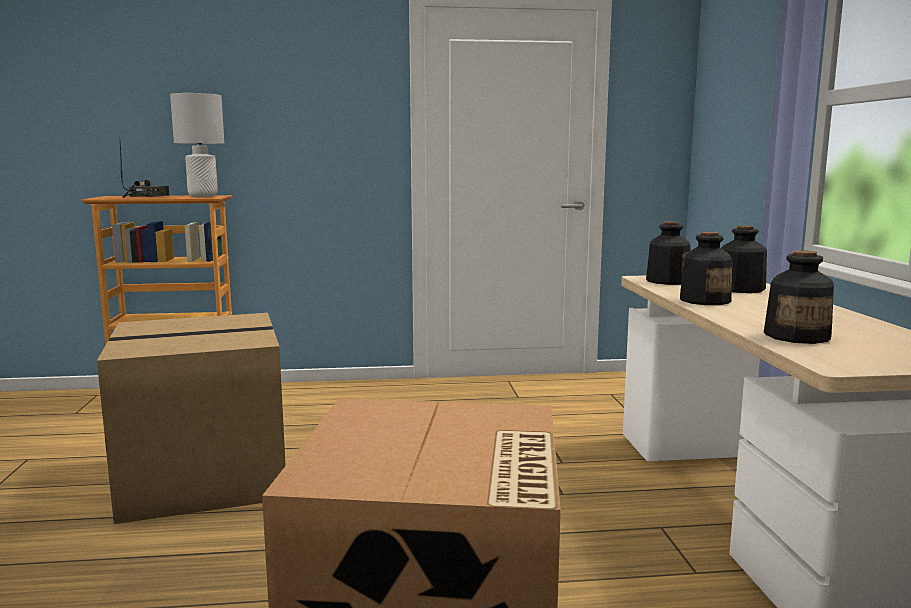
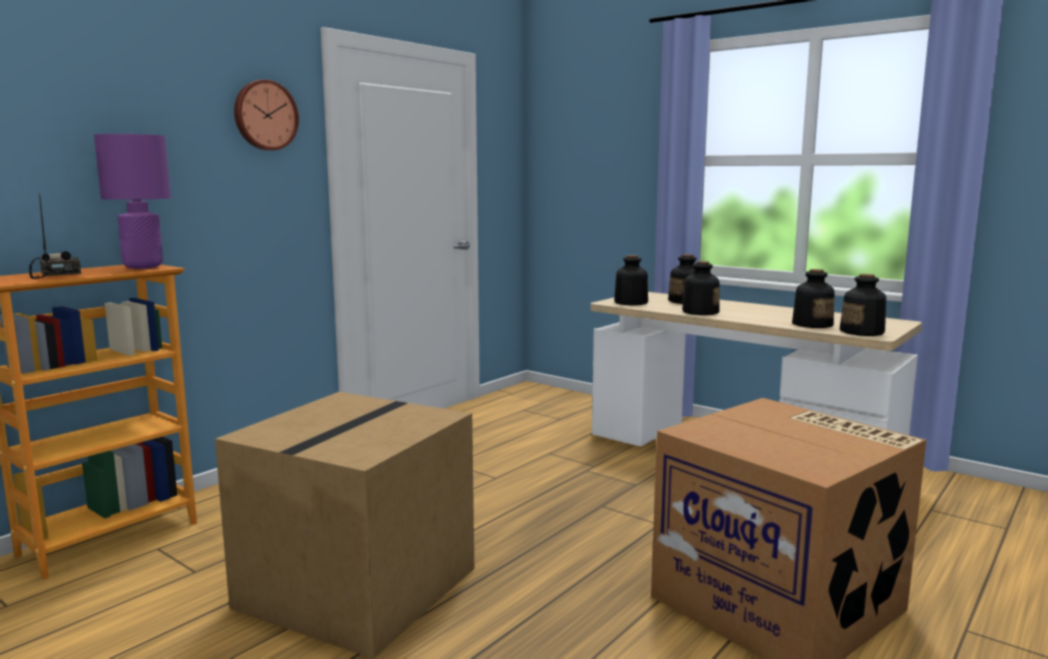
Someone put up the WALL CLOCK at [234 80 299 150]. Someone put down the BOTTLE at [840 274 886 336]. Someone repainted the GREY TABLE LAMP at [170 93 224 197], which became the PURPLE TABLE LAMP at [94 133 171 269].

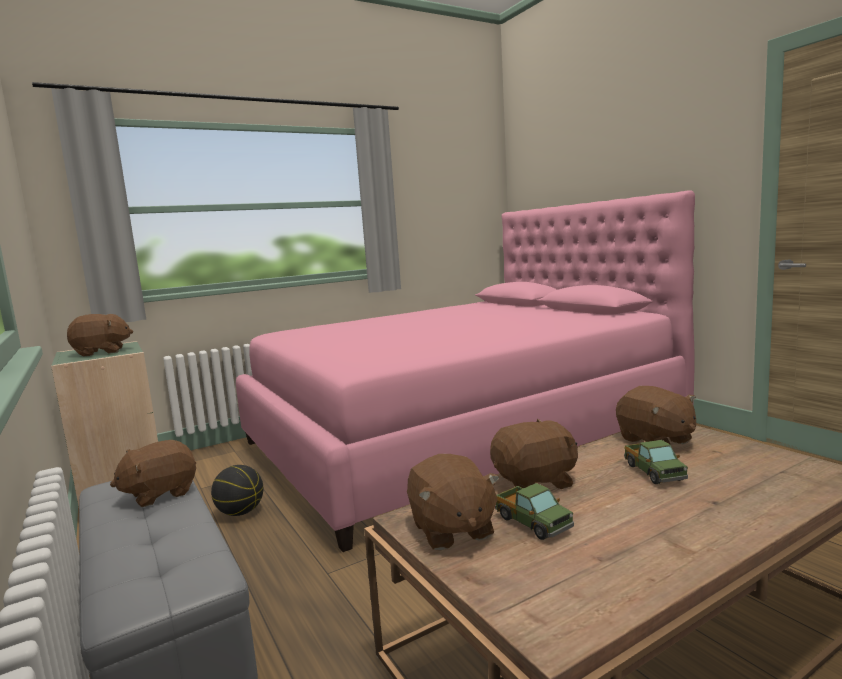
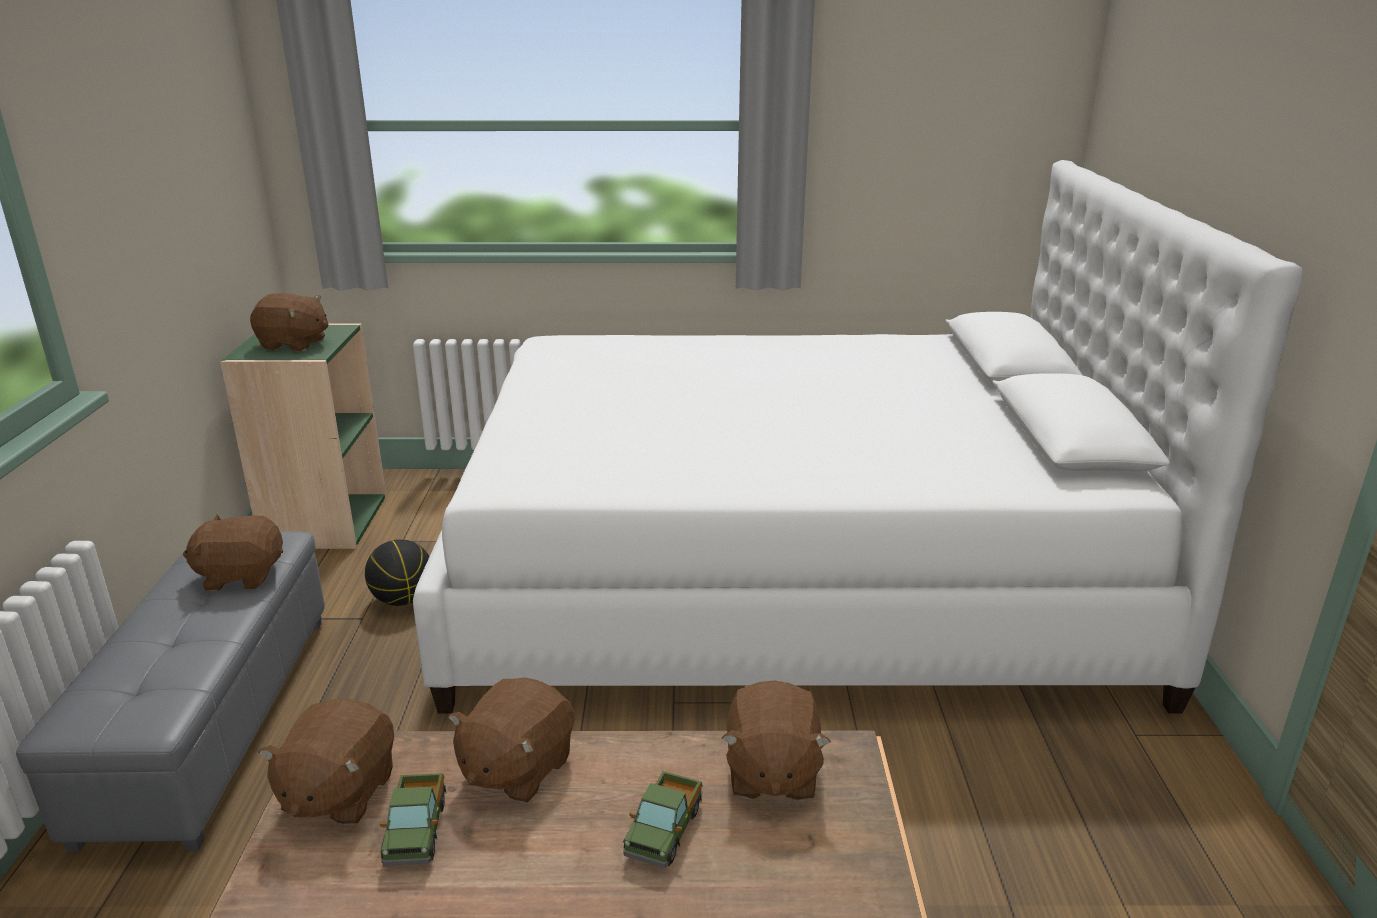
Someone repainted the PINK BED at [236 190 695 552], which became the WHITE BED at [413 160 1303 714]. Someone rotated the BROWN PLUSH TOY at [490 418 578 489] by 105 degrees clockwise.

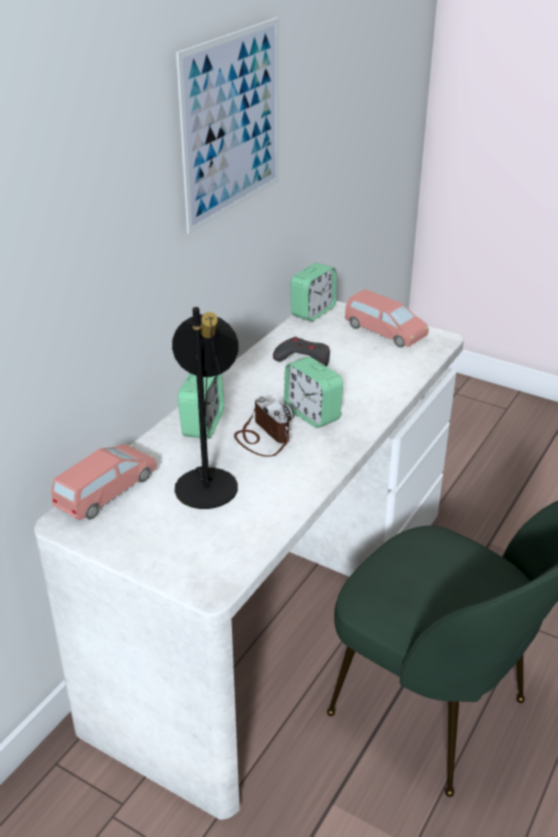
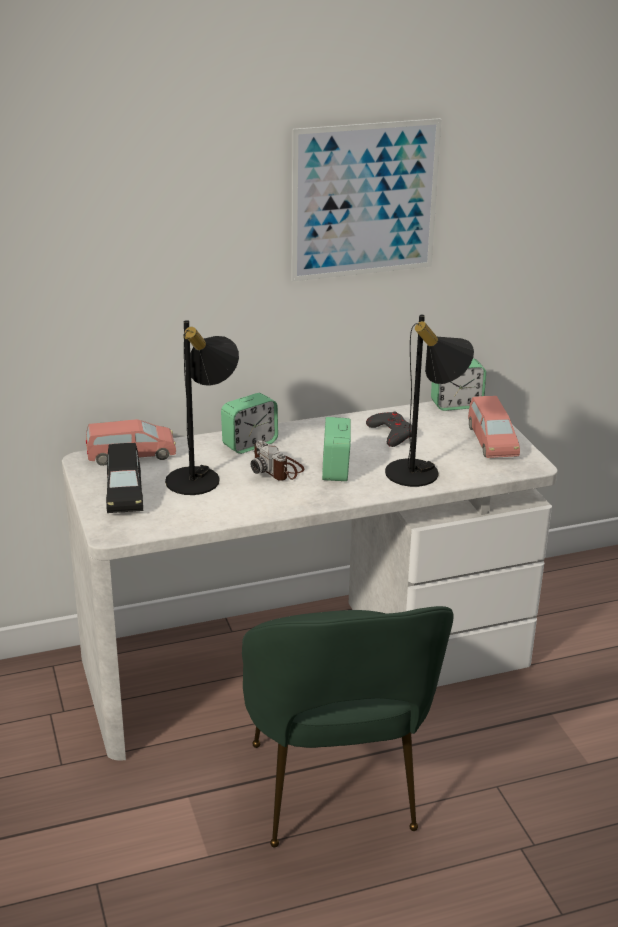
Someone put down the BLACK TOY CAR at [106 443 143 513]. Someone put down the BLACK TABLE LAMP at [385 315 474 487]. Someone rotated the PHOTO CAMERA at [234 396 294 457] by 135 degrees clockwise.

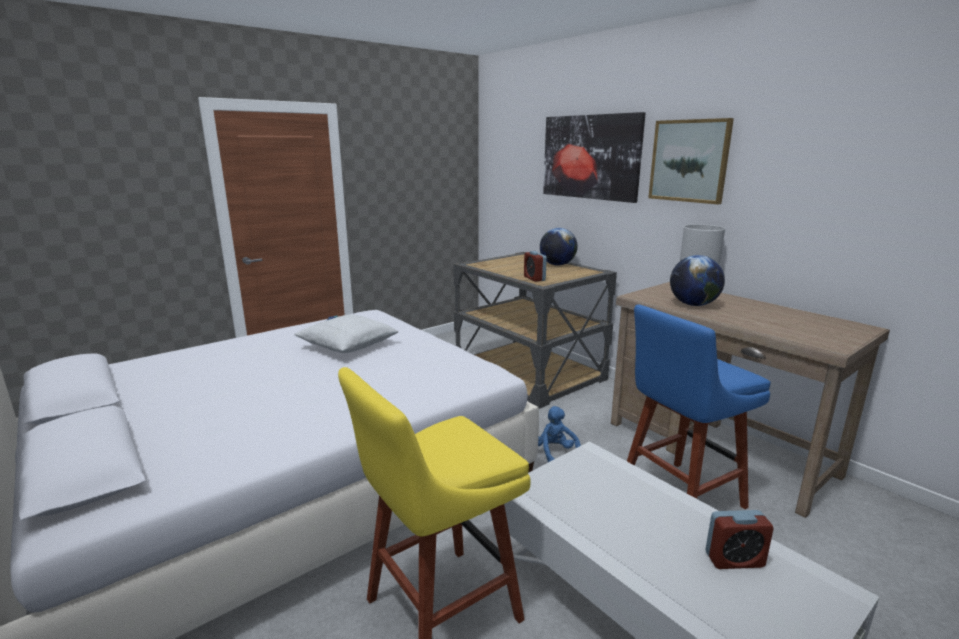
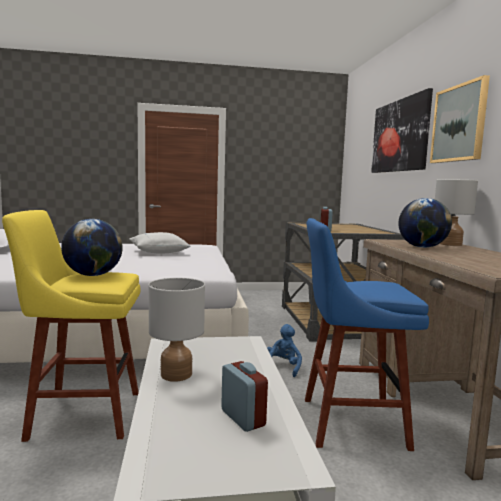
Someone put down the GREY TABLE LAMP at [149 278 205 382]. Someone carried the GLOBE from [540 228 578 266] to [61 219 123 276]. Someone rotated the ALARM CLOCK at [705 510 774 569] by 150 degrees counterclockwise.

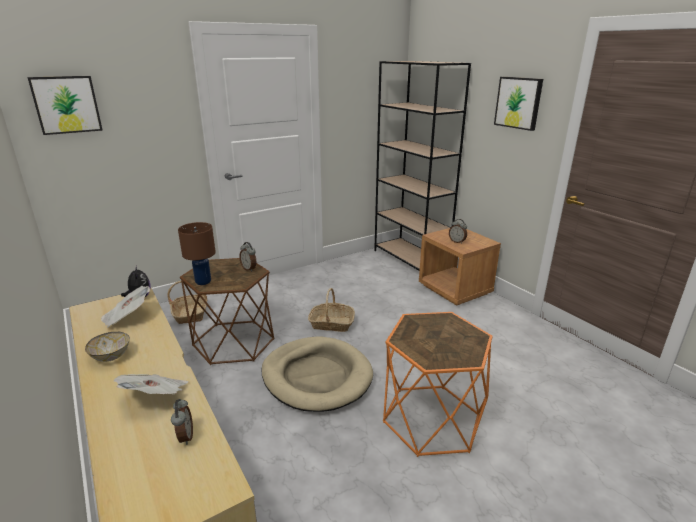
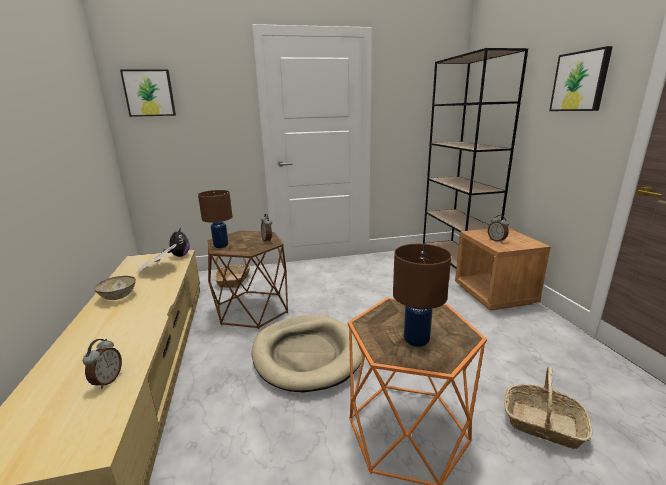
Someone took away the NEWSPAPER at [113 374 188 394]. Someone put down the BROWN TABLE LAMP at [393 244 451 347]. Someone carried the BASKET from [308 288 355 332] to [504 367 593 449].

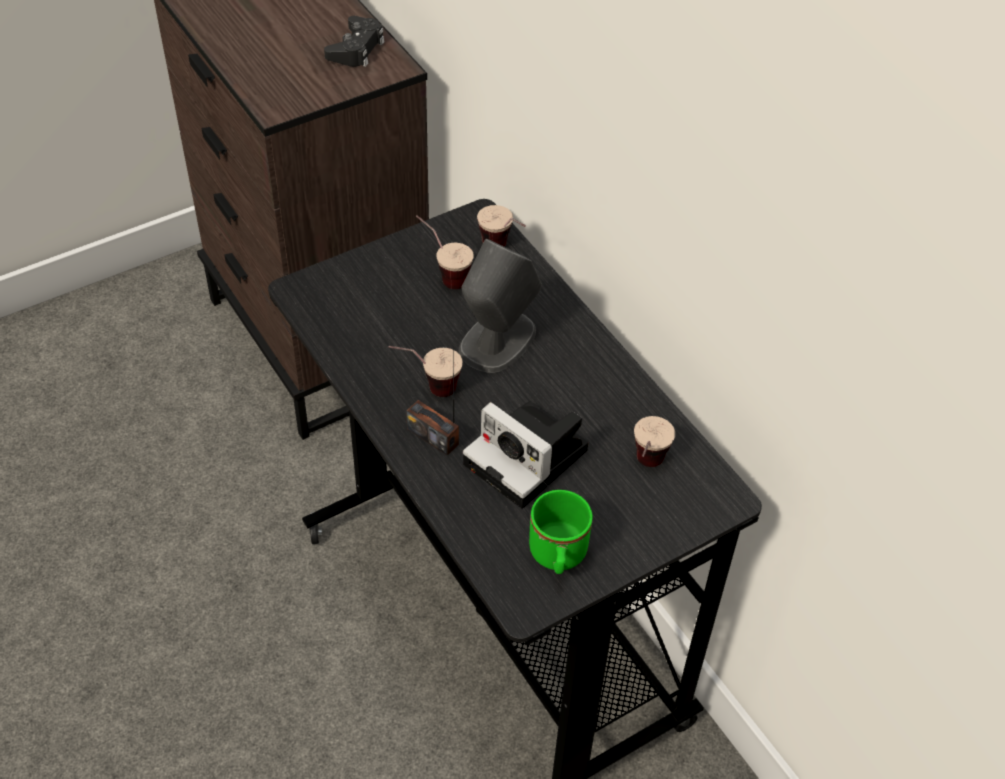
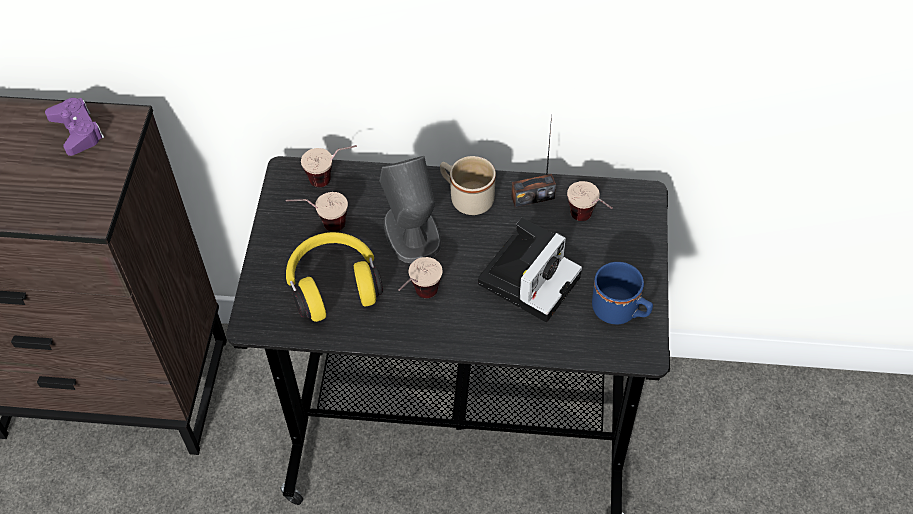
Someone put down the YELLOW HEADPHONES at [286 232 383 322]. Someone put down the BEIGE MUG at [440 156 496 215]. Someone carried the RADIO from [406 346 459 456] to [511 115 556 207]. Someone repainted the BLACK GAME CONTROLLER at [324 16 385 67], which became the PURPLE GAME CONTROLLER at [45 98 104 156]. Someone repainted the GREEN MUG at [529 490 593 574], which became the BLUE MUG at [592 262 653 325]. Someone rotated the PHOTO CAMERA at [463 401 589 508] by 45 degrees counterclockwise.

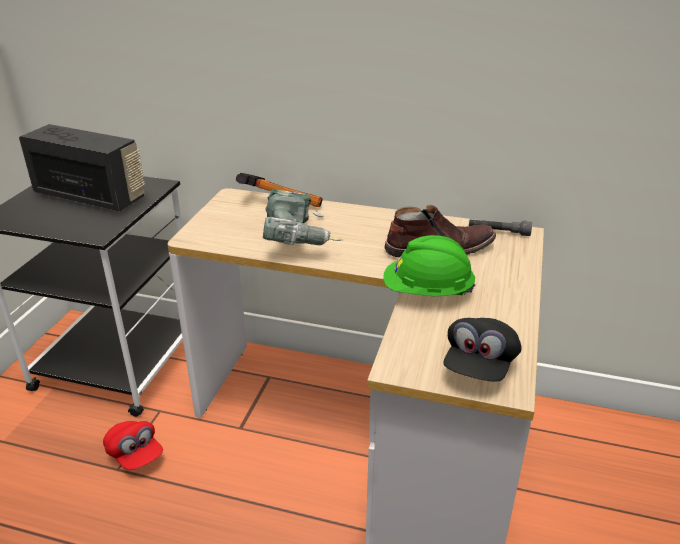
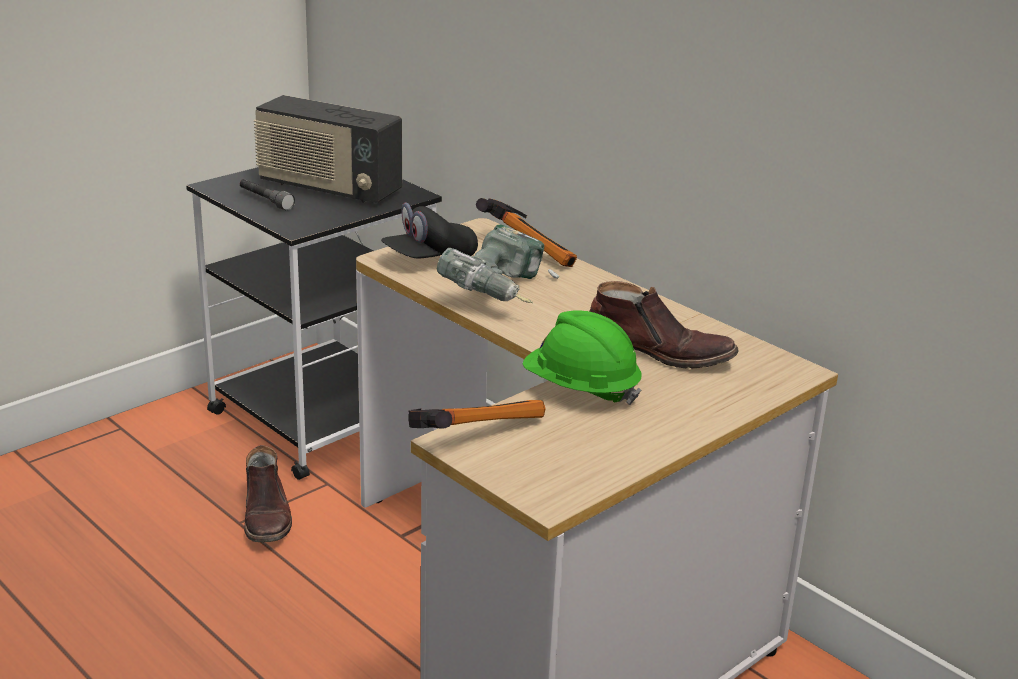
Someone put down the HAMMER at [408 400 546 429]. Someone carried the BLACK CAP from [443 318 522 382] to [381 203 478 259]. Someone carried the GREY FLASHLIGHT from [469 219 532 236] to [240 179 295 211]. Someone swapped the RED CAP at [103 421 163 470] for the BROWN BOOT at [244 445 292 542]. Someone rotated the RADIO at [19 124 145 212] by 150 degrees clockwise.

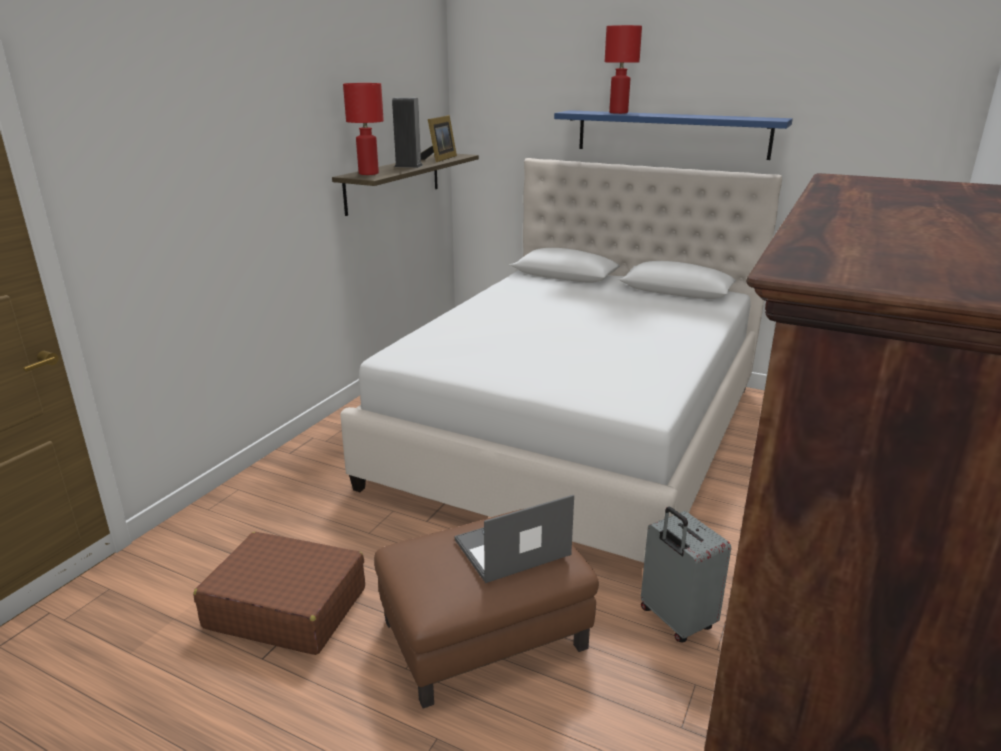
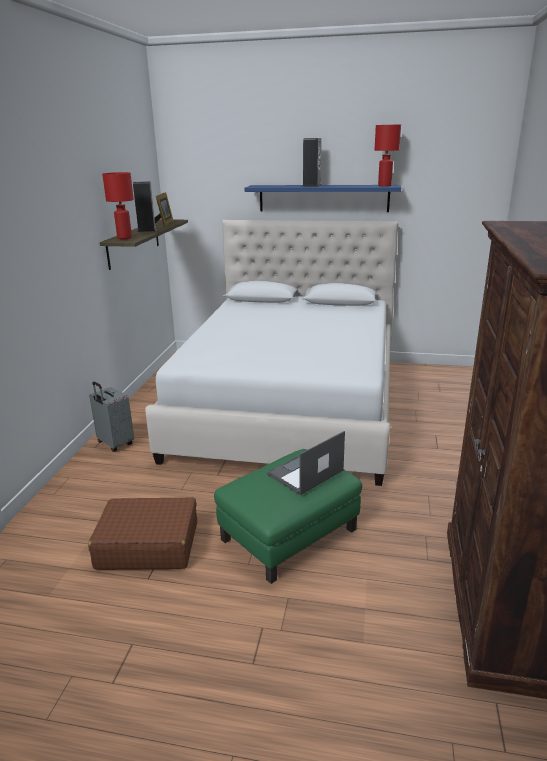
Someone put down the SPEAKER at [302 138 322 187]. Someone carried the RED TABLE LAMP from [605 25 642 114] to [375 125 401 187]. Someone carried the GREY SUITCASE from [641 507 731 642] to [89 382 134 452]. Someone repainted the BROWN OTTOMAN at [374 508 599 709], which became the GREEN OTTOMAN at [214 449 362 584].

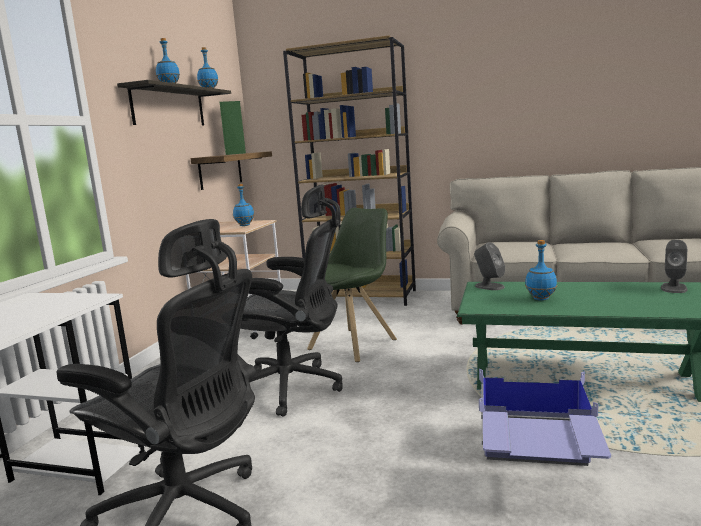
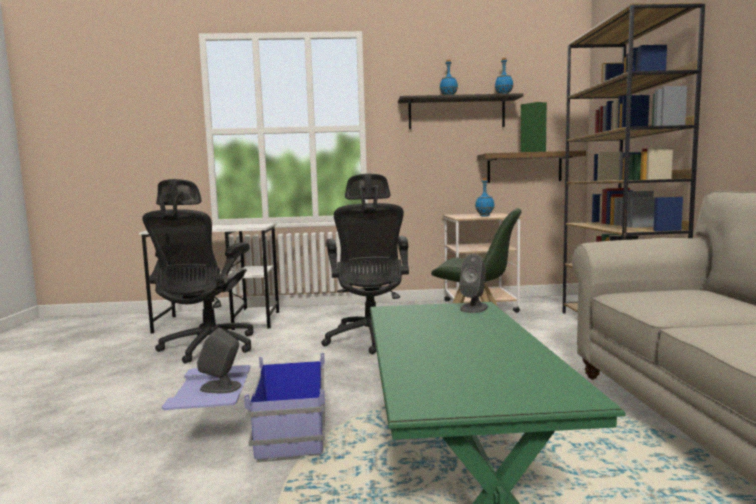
Someone took away the BLUE BOTTLE at [525 240 557 301]. Someone carried the GREY SPEAKER from [661 240 687 293] to [197 328 242 393].

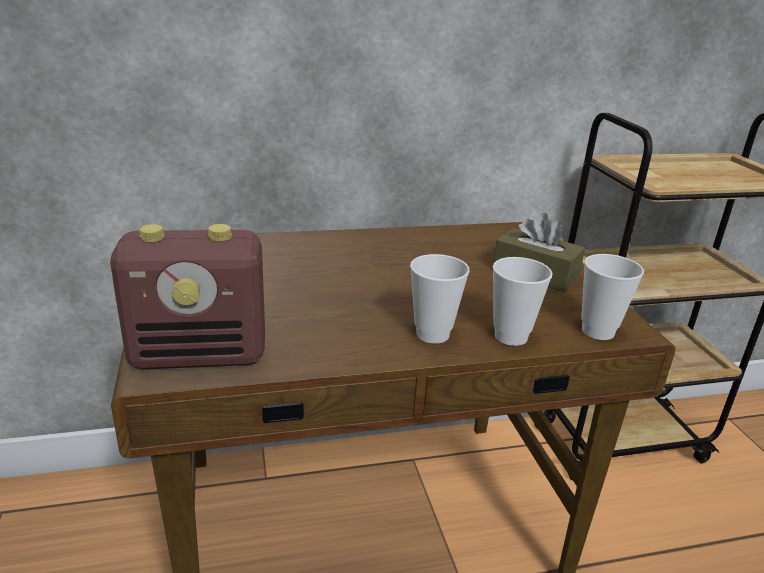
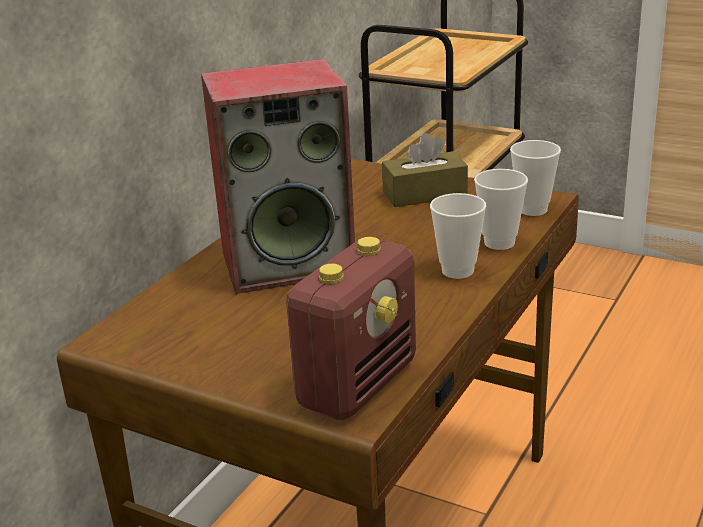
Someone put down the SPEAKER at [201 59 355 294].

